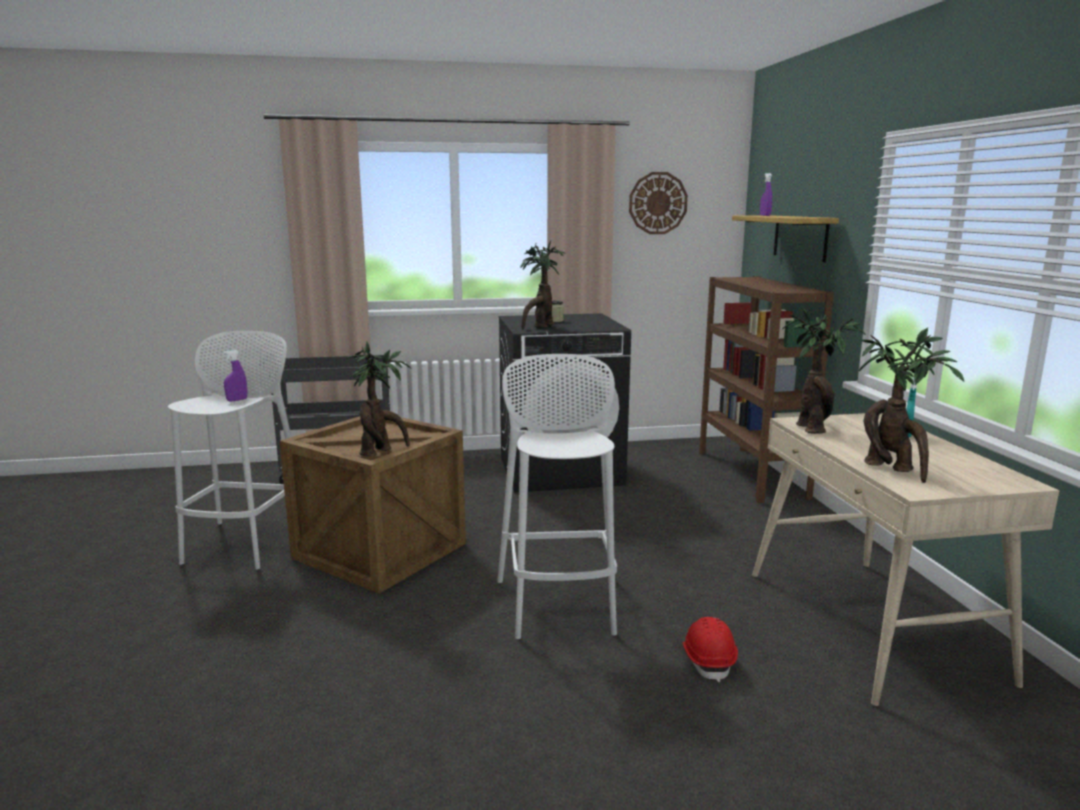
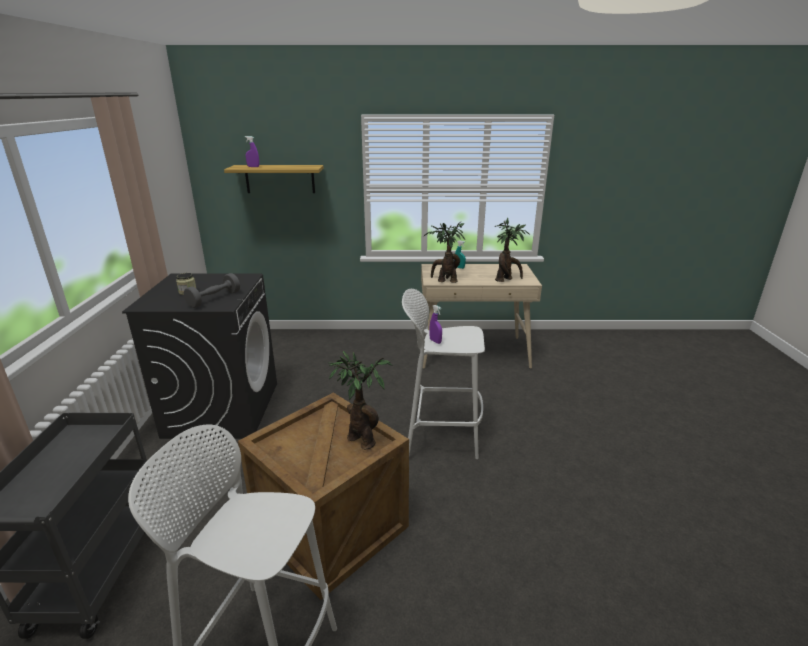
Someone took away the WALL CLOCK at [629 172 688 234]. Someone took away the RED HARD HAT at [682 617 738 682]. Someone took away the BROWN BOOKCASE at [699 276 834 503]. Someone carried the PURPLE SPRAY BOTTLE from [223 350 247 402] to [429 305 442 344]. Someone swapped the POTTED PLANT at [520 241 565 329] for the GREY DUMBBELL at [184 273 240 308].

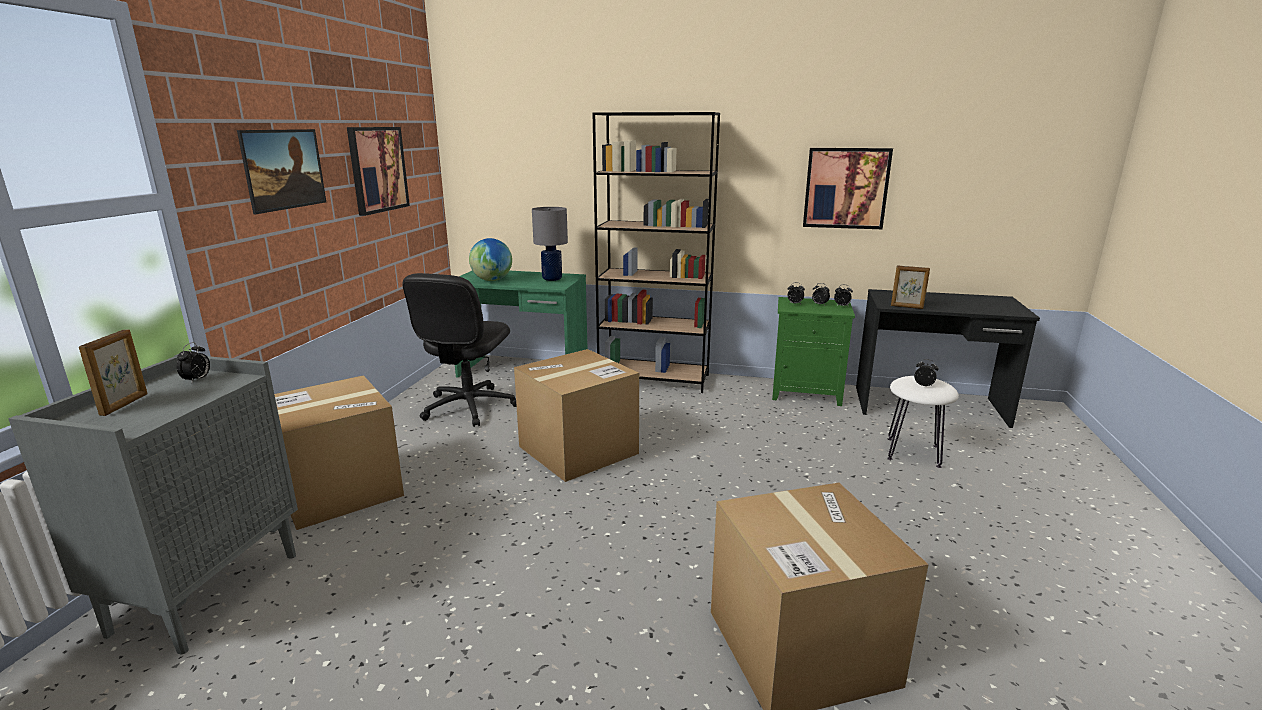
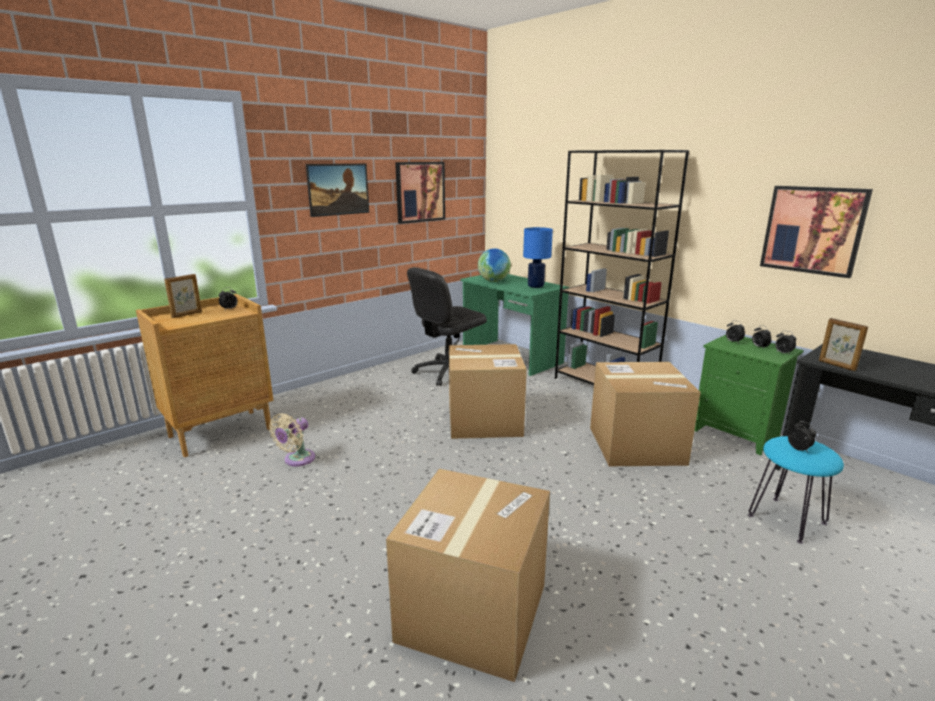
Someone put down the BEIGE FAN at [269 413 315 466]. Someone carried the CARDBOARD BOX from [274 375 404 530] to [590 362 701 466]. Someone repainted the GREY CABINET at [8 354 298 655], which became the BROWN CABINET at [136 294 274 457]. Someone repainted the GREY TABLE LAMP at [532 207 568 281], which became the BLUE TABLE LAMP at [523 227 553 288]. Someone repainted the WHITE STOOL at [887 376 959 468], which became the TURQUOISE STOOL at [748 436 844 544].

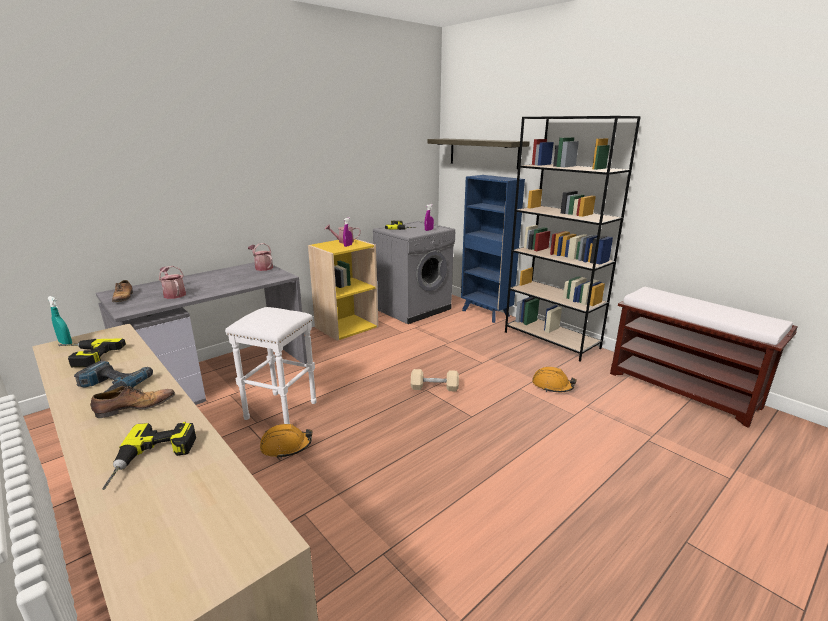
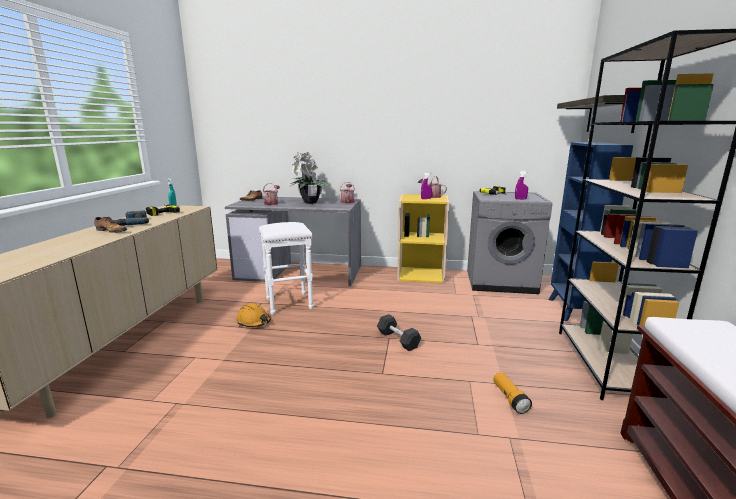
Someone took away the POWER DRILL at [102 422 196 490]. Someone put down the POTTED PLANT at [291 152 329 204]. Someone swapped the ORANGE HARD HAT at [532 367 577 392] for the FLASHLIGHT at [494 372 532 414]. Someone repainted the BEIGE DUMBBELL at [411 369 459 392], which became the BLACK DUMBBELL at [377 314 421 351].

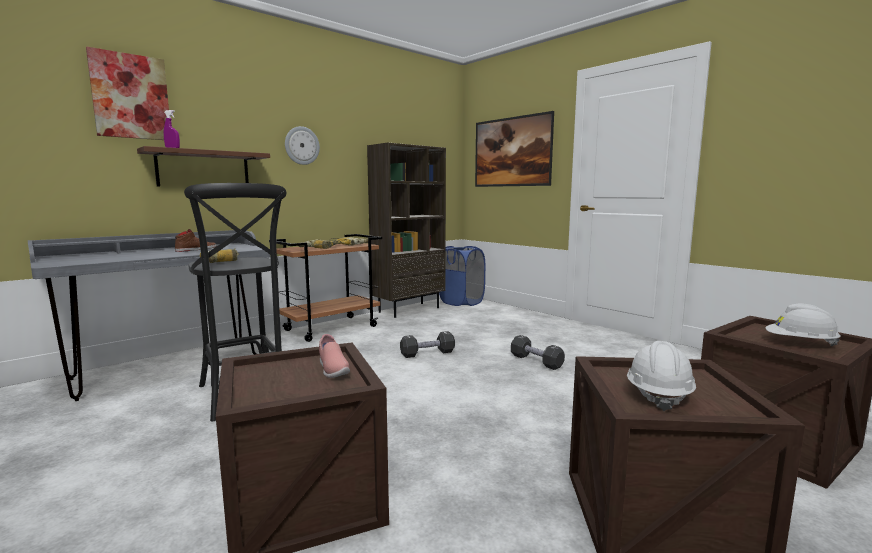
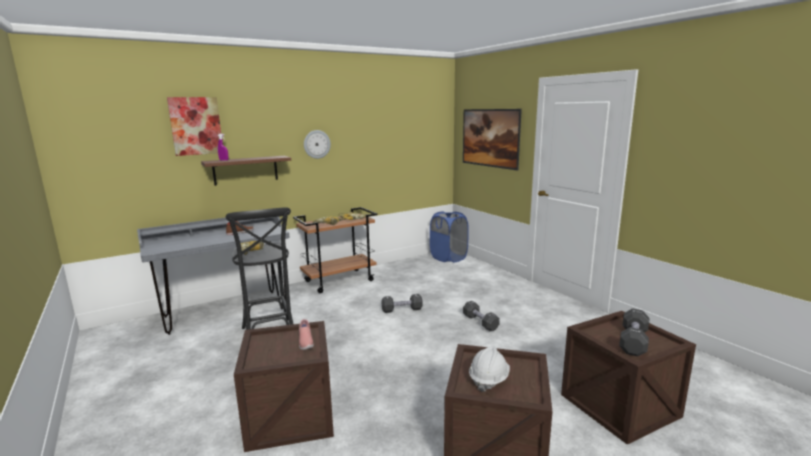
Someone took away the BROWN BOOKCASE at [367 143 446 318]. Someone swapped the WHITE HARD HAT at [765 303 840 346] for the BLACK DUMBBELL at [619 308 649 357].

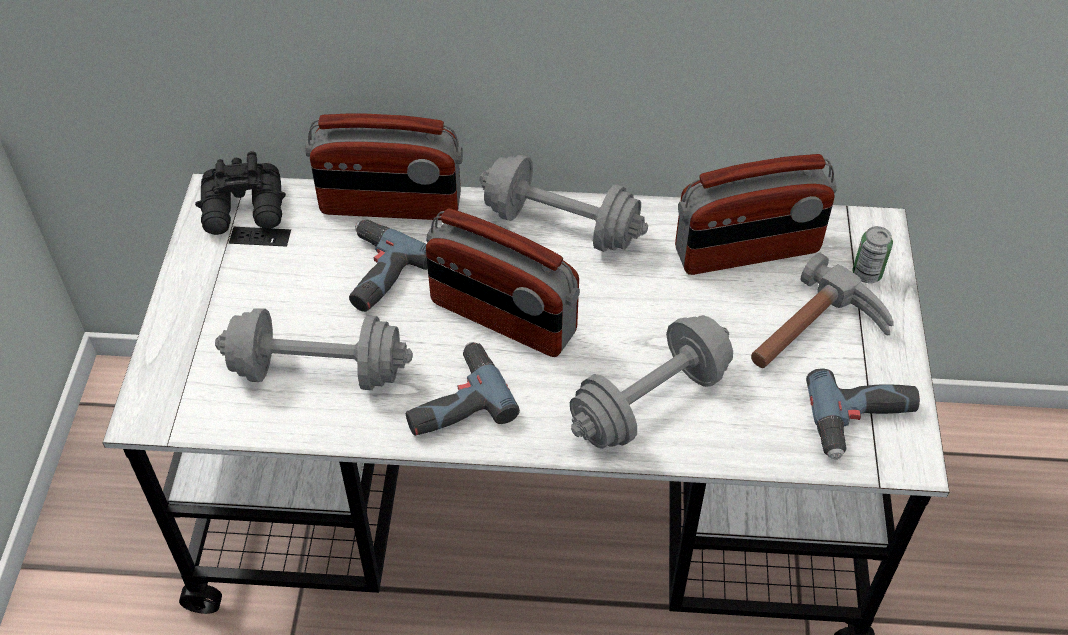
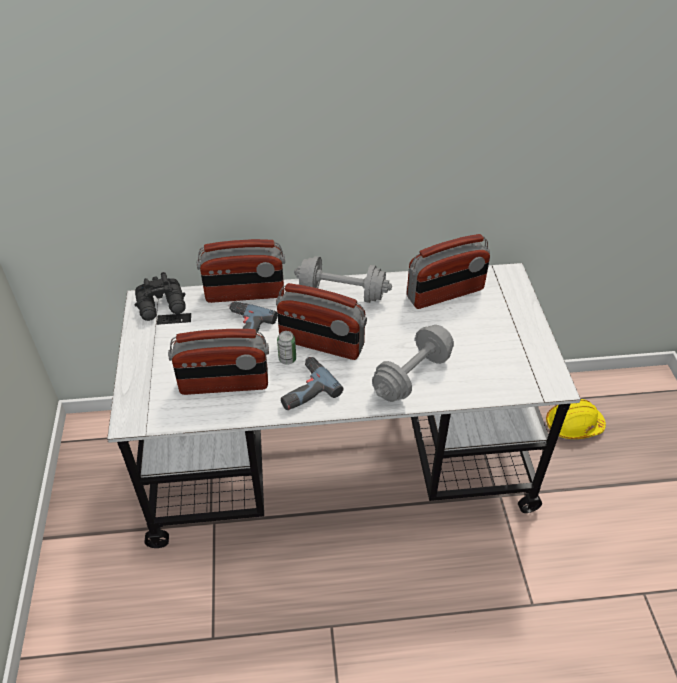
Someone took away the HAMMER at [751 253 894 368]. Someone took away the POWER DRILL at [806 368 920 460]. Someone put down the YELLOW HARD HAT at [546 399 606 439]. Someone carried the CAN from [853 226 893 283] to [277 331 296 365]. Someone swapped the GREY DUMBBELL at [215 308 413 390] for the RADIO at [168 329 269 395].

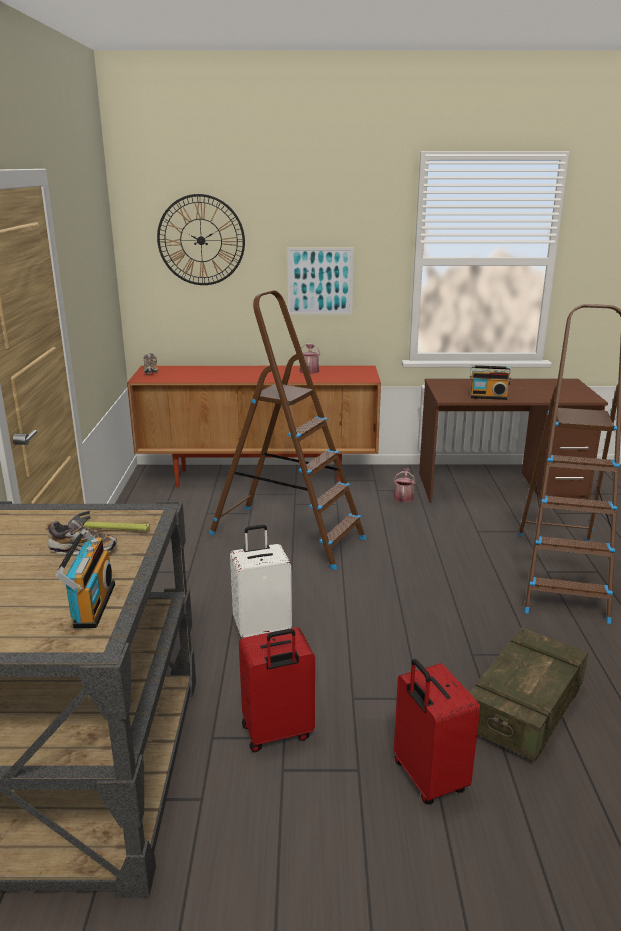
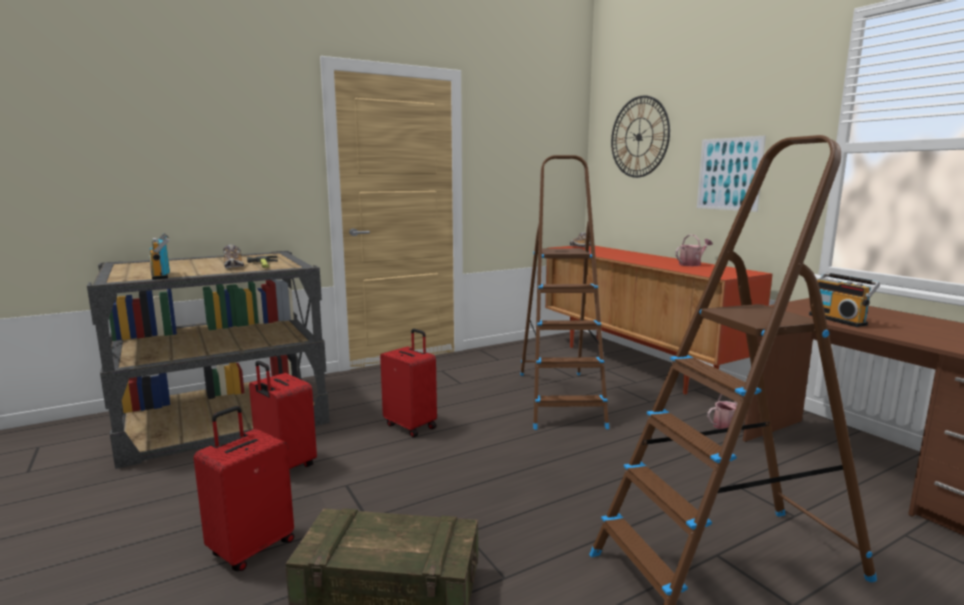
Someone repainted the WHITE SUITCASE at [230 525 292 638], which became the RED SUITCASE at [380 329 437 437]. Someone rotated the RADIO at [55 529 115 628] by 90 degrees clockwise.

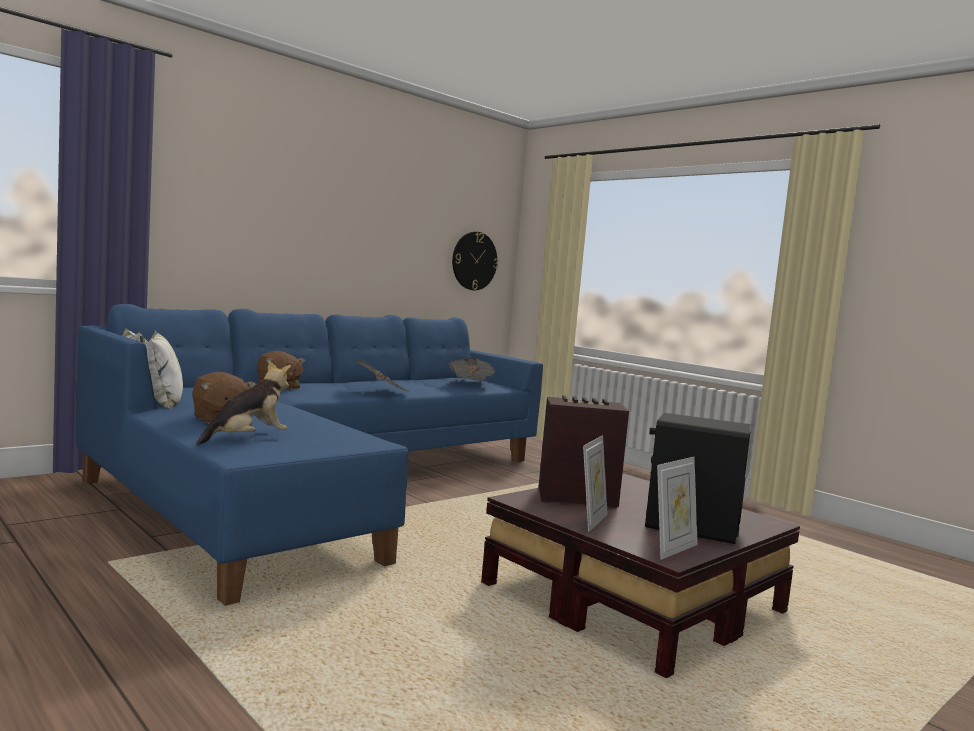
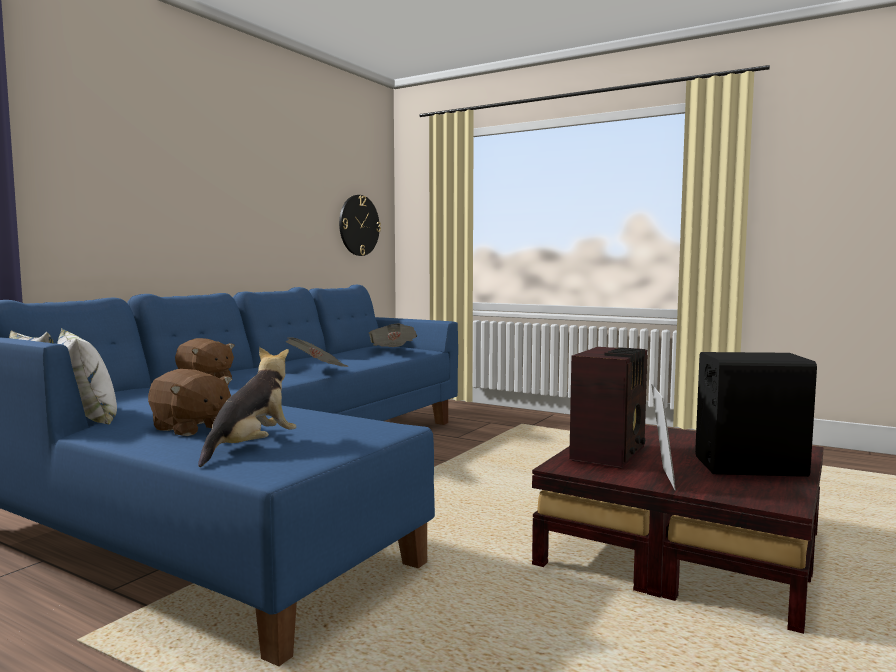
Someone took away the PICTURE FRAME at [657 457 698 560]. Someone rotated the RADIO at [539 395 629 508] by 135 degrees clockwise.

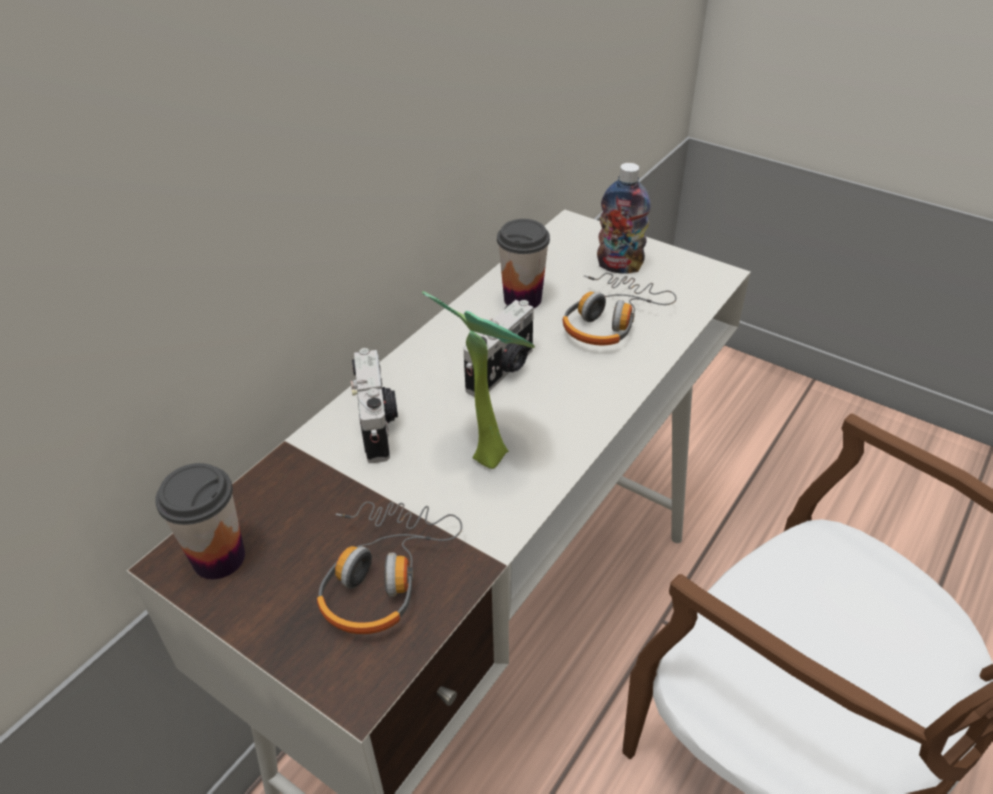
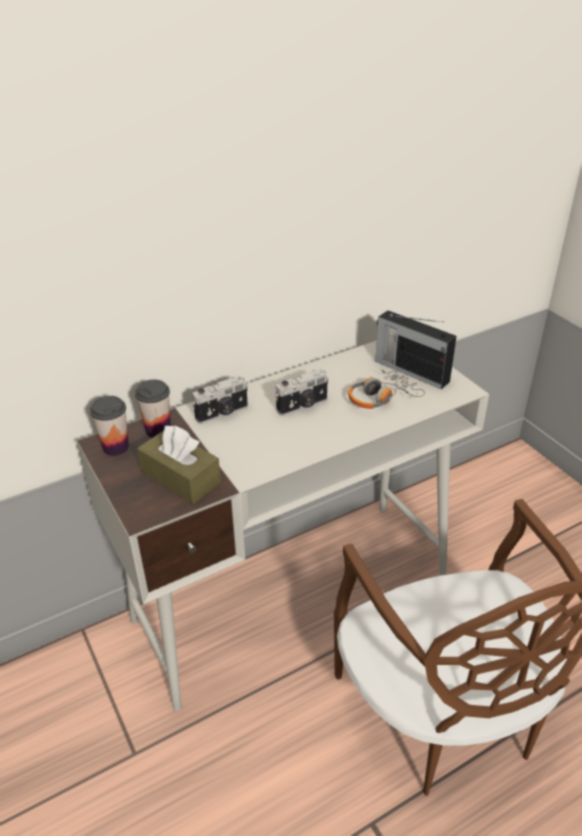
Someone took away the POTTED PLANT at [422 291 535 469]. Someone carried the CUP from [497 219 550 308] to [135 379 171 438]. Someone swapped the HEADPHONES at [317 502 462 634] for the BROWN TISSUE BOX at [137 426 221 504]. Someone swapped the BOTTLE at [597 163 651 274] for the RADIO at [375 310 457 389]. Someone rotated the PHOTO CAMERA at [351 348 398 463] by 45 degrees clockwise.

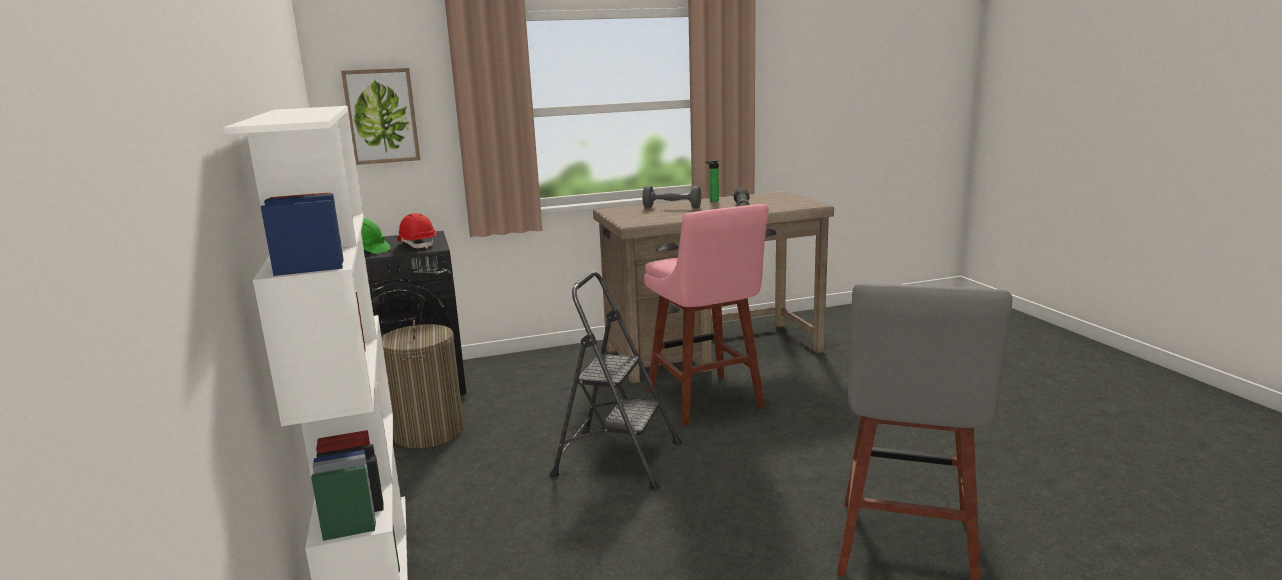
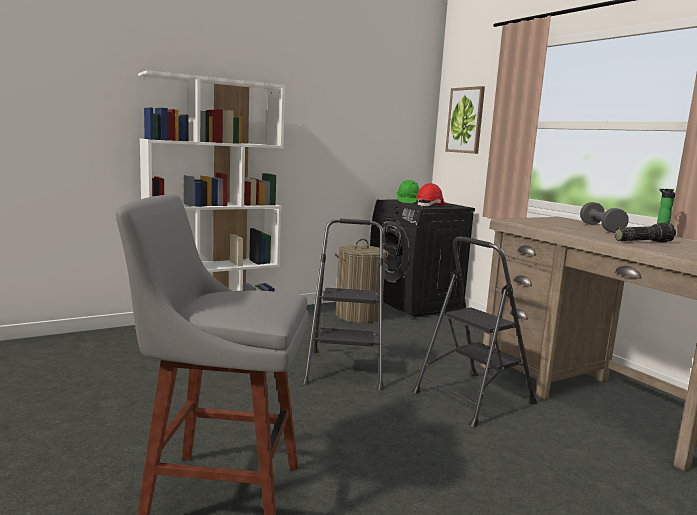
Someone swapped the PINK STOOL at [644 204 768 426] for the BLACK STEP LADDER at [412 236 537 427].

